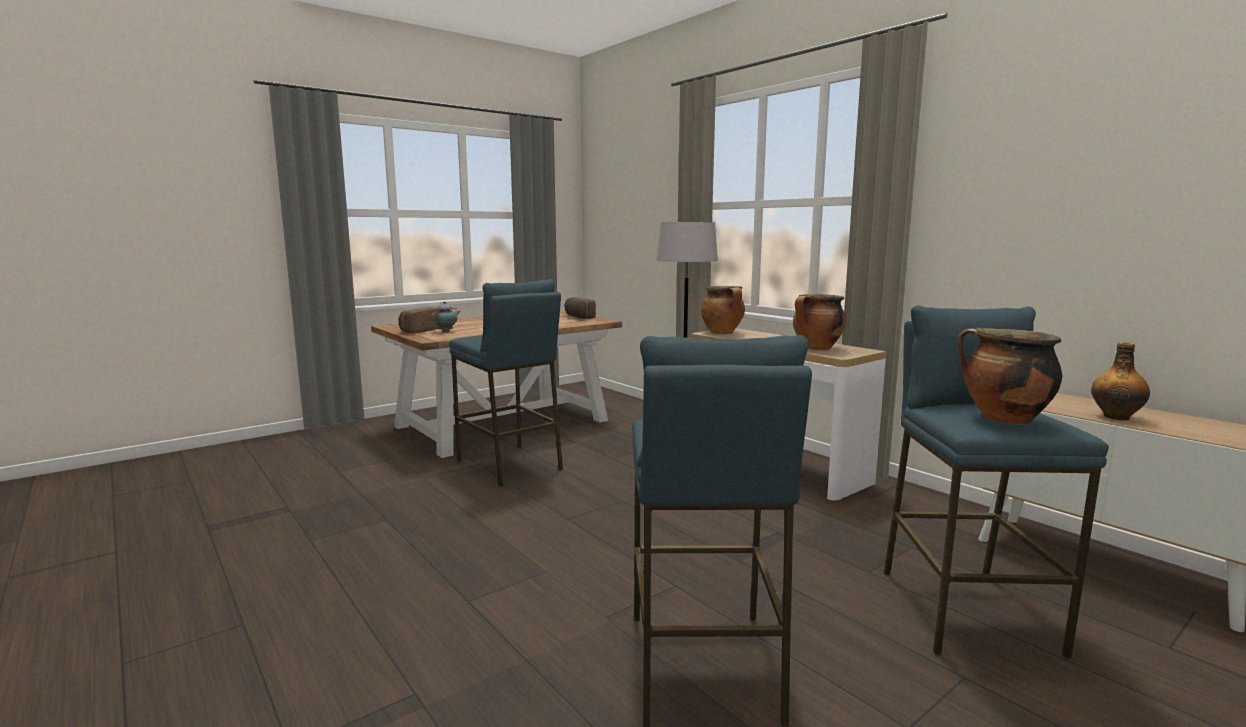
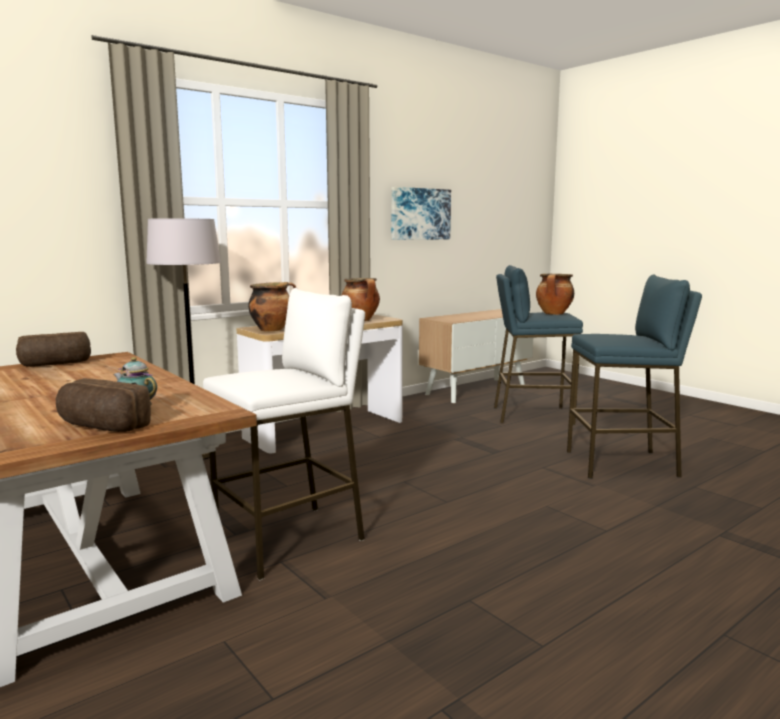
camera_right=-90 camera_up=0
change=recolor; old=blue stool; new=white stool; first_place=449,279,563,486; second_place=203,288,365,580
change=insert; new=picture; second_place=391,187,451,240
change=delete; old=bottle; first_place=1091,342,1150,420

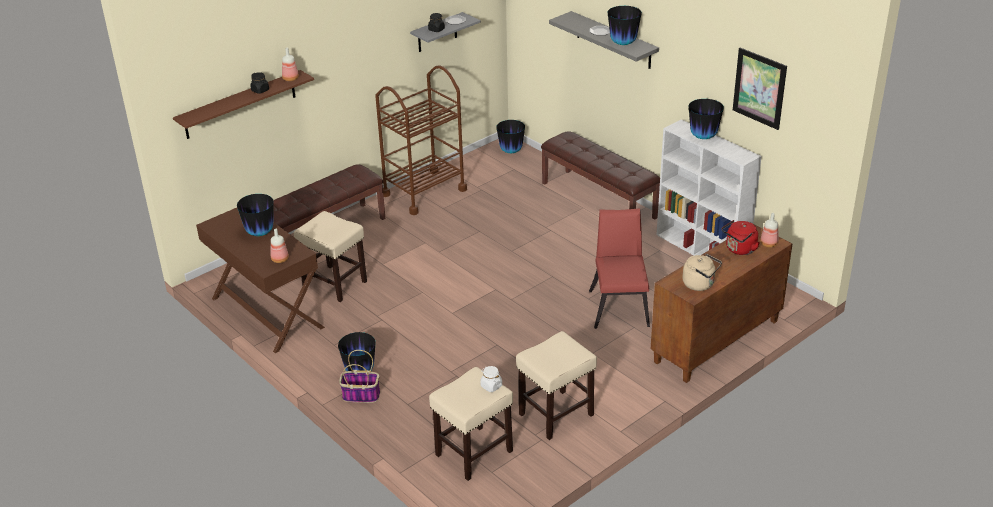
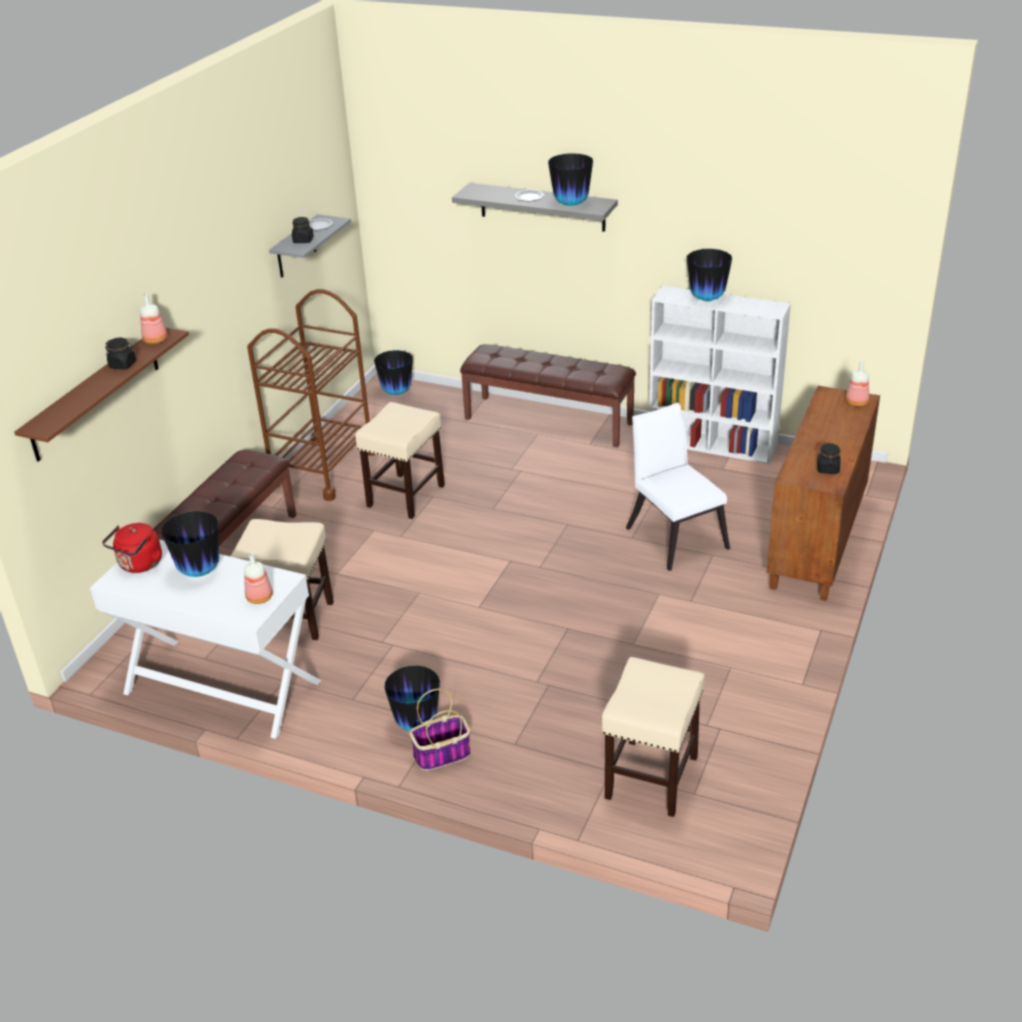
camera_right=-25 camera_up=0
change=recolor; old=brown desk; new=white desk; first_place=196,208,325,353; second_place=90,539,321,739
change=move; old=red kettle; first_place=722,220,760,255; second_place=102,523,162,573
change=move; old=beige stool; first_place=516,331,597,440; second_place=355,402,445,519
change=recolor; old=red chair; new=white chair; first_place=589,208,650,329; second_place=626,403,730,571
change=replace; old=beige kettle; new=black jar; first_place=682,254,722,291; second_place=817,443,841,474
change=delete; old=white jar; first_place=480,366,502,392
change=delete; old=picture; first_place=733,48,787,130

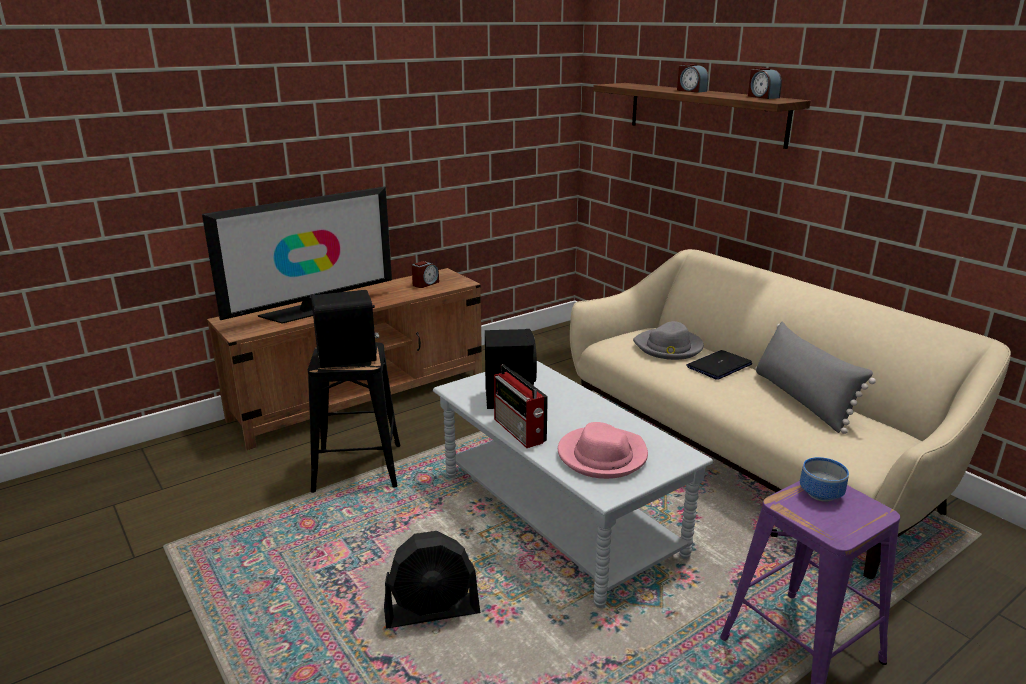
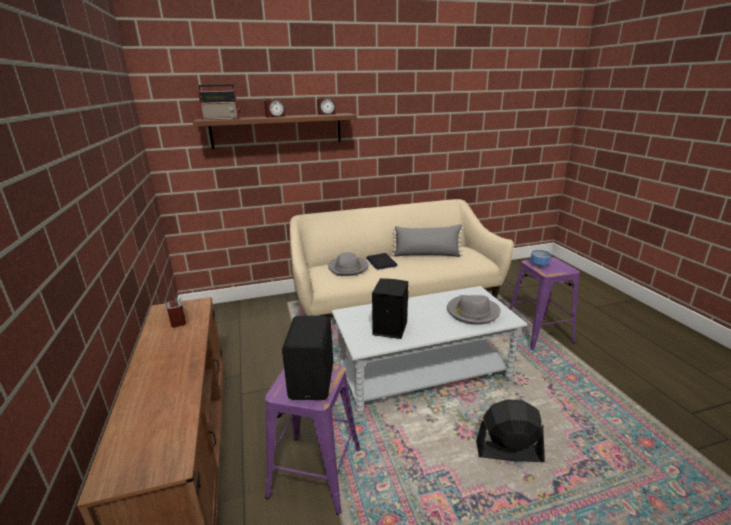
camera_right=-70 camera_up=0
change=move; old=radio; first_place=494,364,548,448; second_place=198,84,239,120
change=recolor; old=black stool; new=purple stool; first_place=308,342,400,493; second_place=265,364,360,515
change=recolor; old=pink hat; new=grey hat; first_place=558,422,648,479; second_place=447,295,501,325
change=rotate; old=black fan; first_place=384,531,480,629; second_place=476,399,545,462; degrees=-90
change=delete; old=television; first_place=202,187,392,324

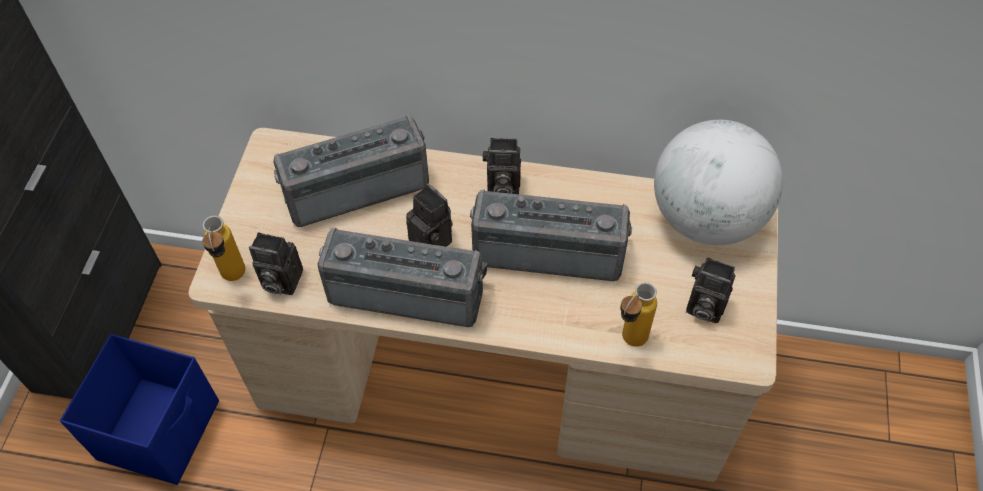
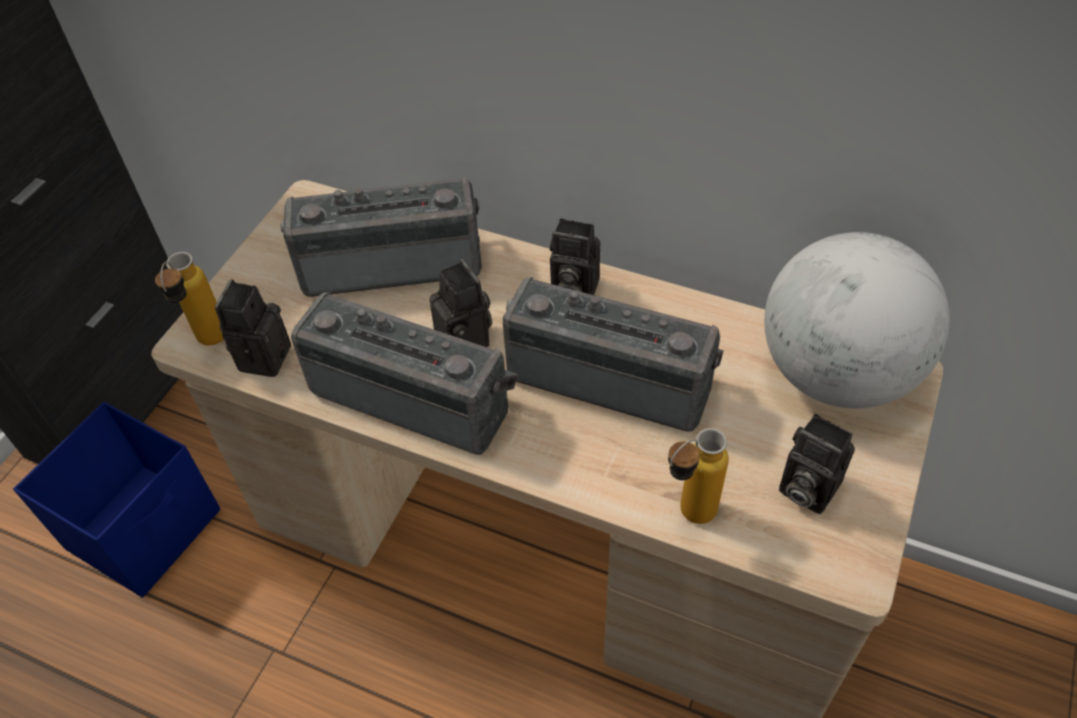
camera_right=15 camera_up=-5
change=rotate; old=photo camera; first_place=249,232,303,295; second_place=215,279,291,377; degrees=75

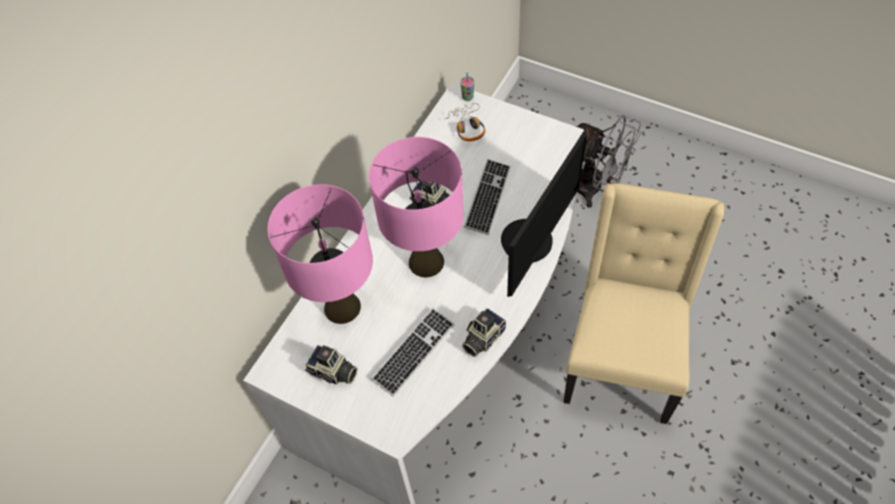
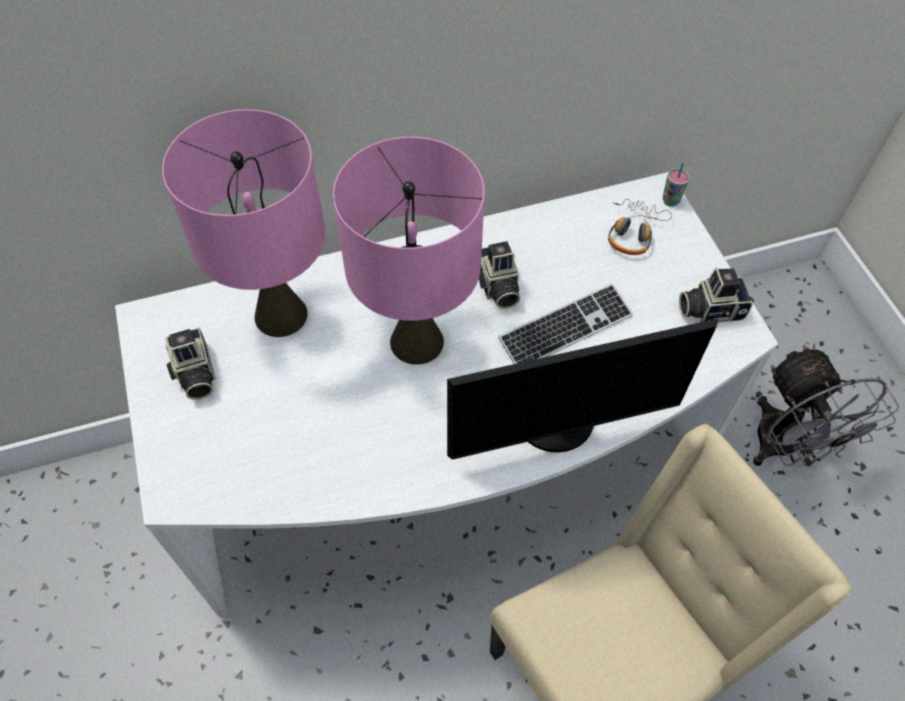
camera_right=40 camera_up=0
change=move; old=photo camera; first_place=462,308,506,357; second_place=679,267,753,323
change=delete; old=keyboard; first_place=371,308,455,397

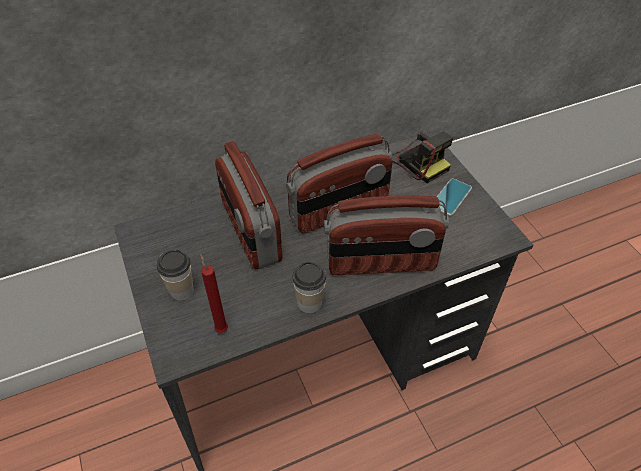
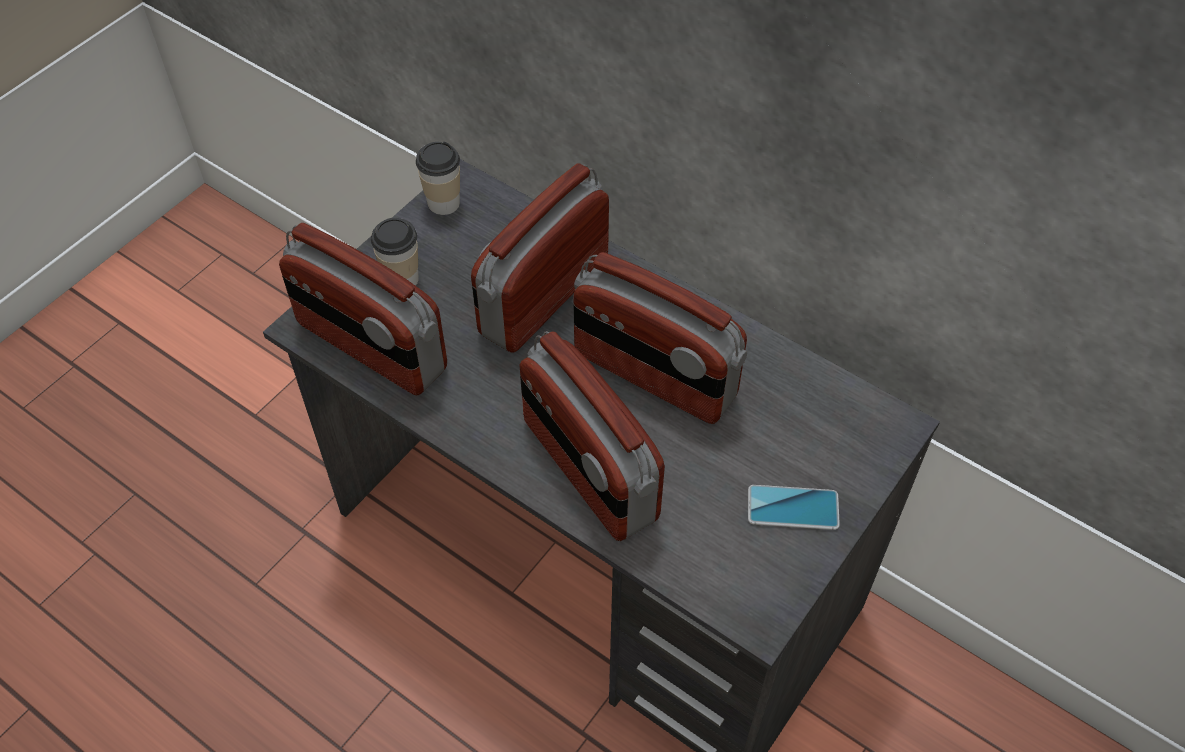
camera_right=60 camera_up=5
change=replace; old=red candle; new=radio; first_place=200,253,228,333; second_place=279,223,447,396
change=move; old=cup; first_place=292,262,326,313; second_place=416,142,460,215
change=delete; old=photo camera; first_place=392,131,453,183

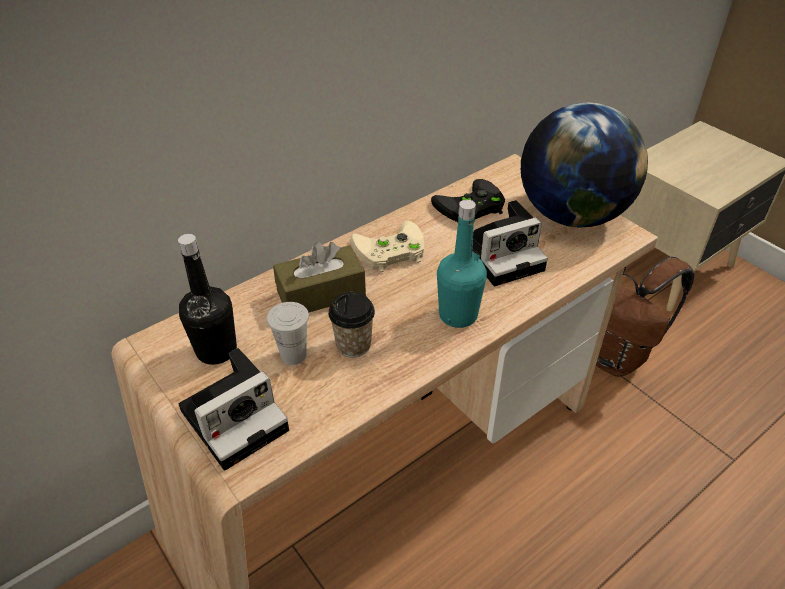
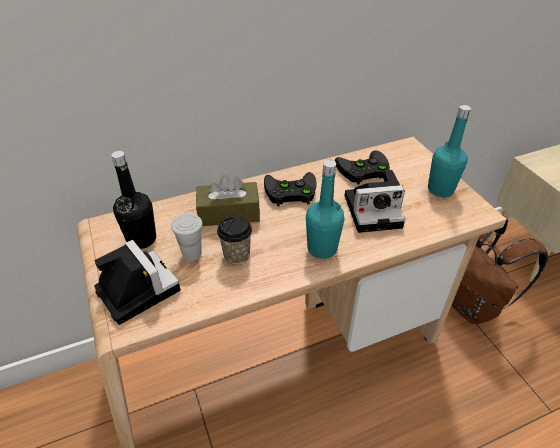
camera_right=15 camera_up=0
change=rotate; old=photo camera; first_place=178,348,289,470; second_place=94,240,180,325; degrees=-105
change=recolor; old=beige game controller; new=black game controller; first_place=350,221,424,272; second_place=264,172,317,206
change=replace; old=globe; new=turquoise bottle; first_place=521,103,648,228; second_place=428,105,471,197

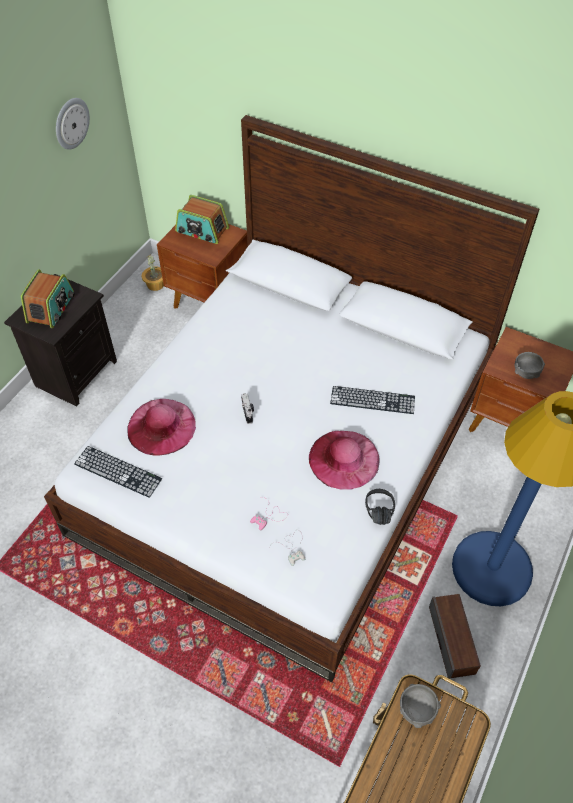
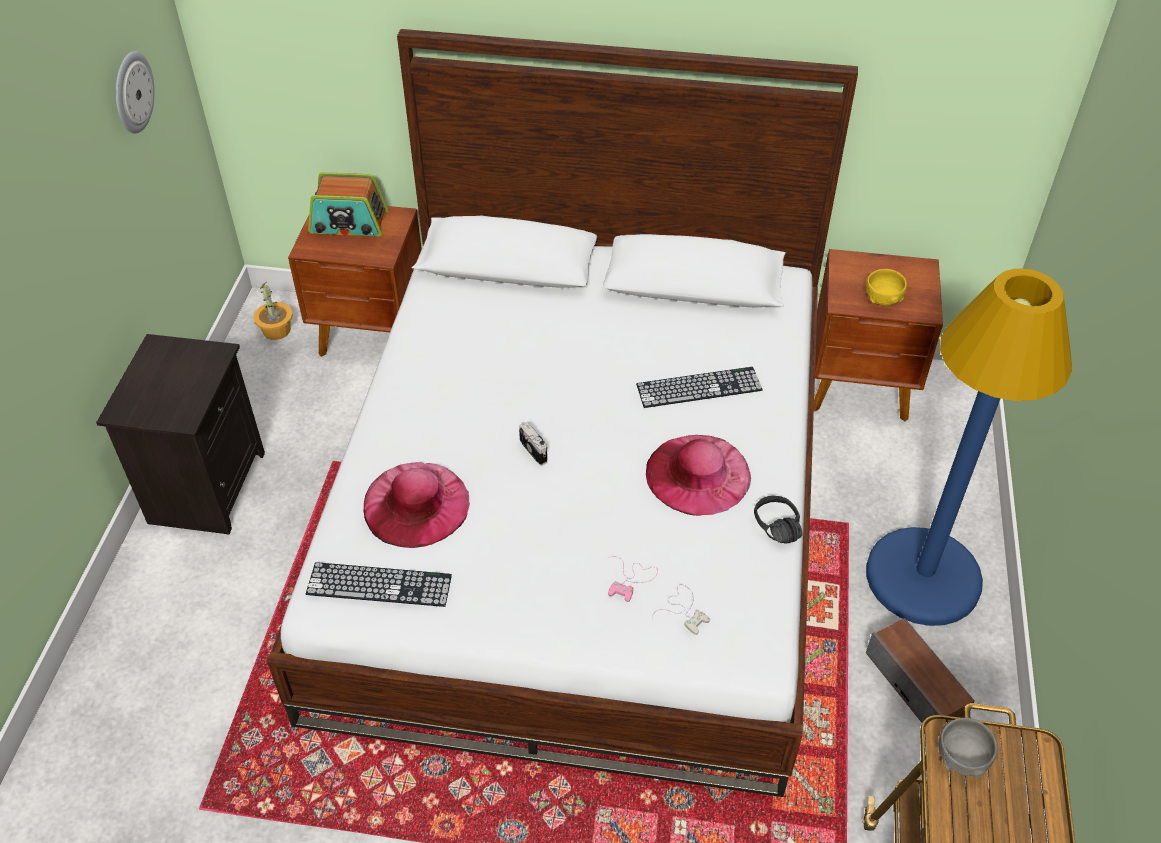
camera_right=-20 camera_up=-5
change=recolor; old=grey bowl; new=yellow bowl; first_place=515,352,545,379; second_place=866,269,907,306
change=delete; old=radio; first_place=21,269,75,329

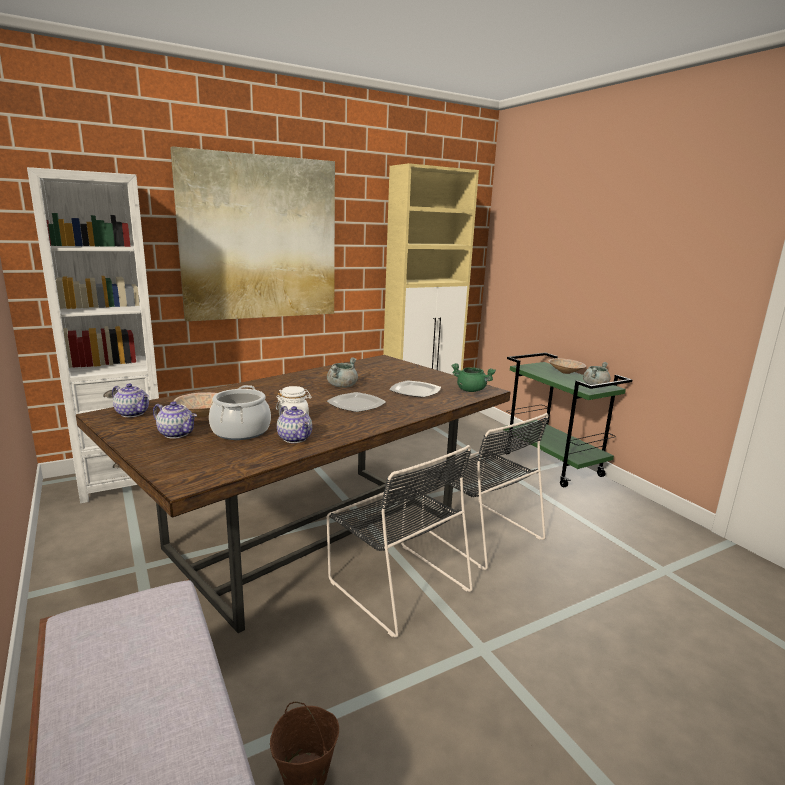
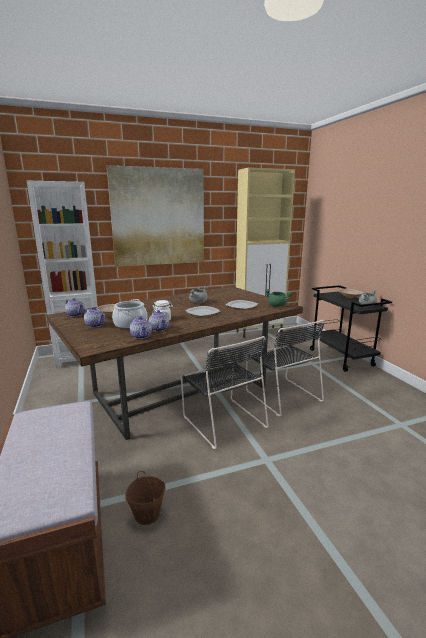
camera_right=10 camera_up=0
change=insert; new=teapot; second_place=130,316,152,339
change=recolor; old=green cart; new=black cart; first_place=503,352,632,487; second_place=310,285,392,372

